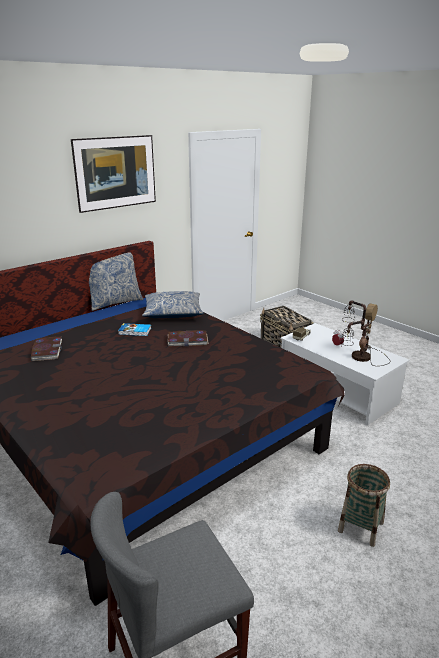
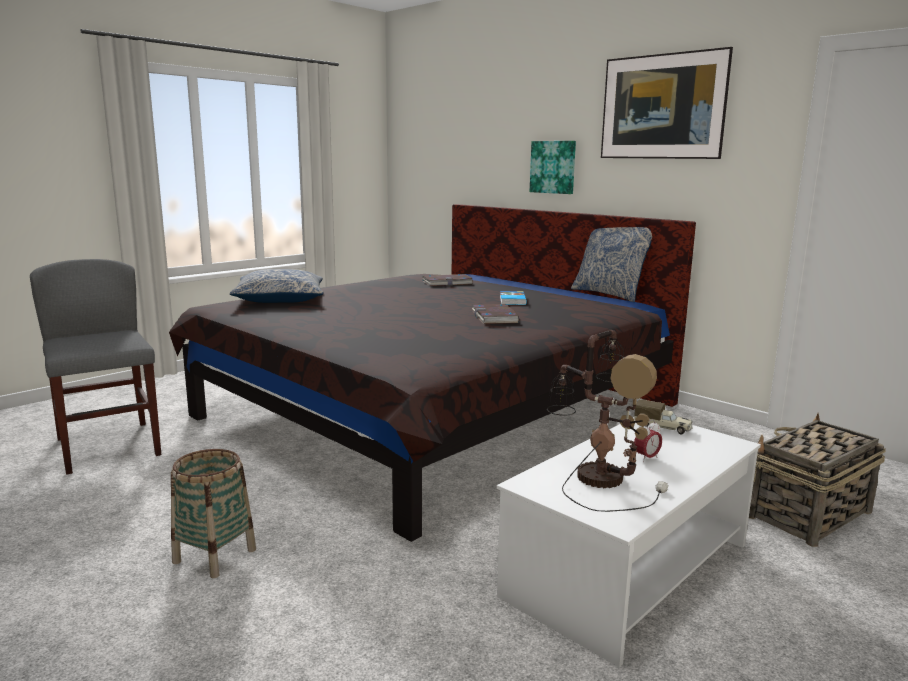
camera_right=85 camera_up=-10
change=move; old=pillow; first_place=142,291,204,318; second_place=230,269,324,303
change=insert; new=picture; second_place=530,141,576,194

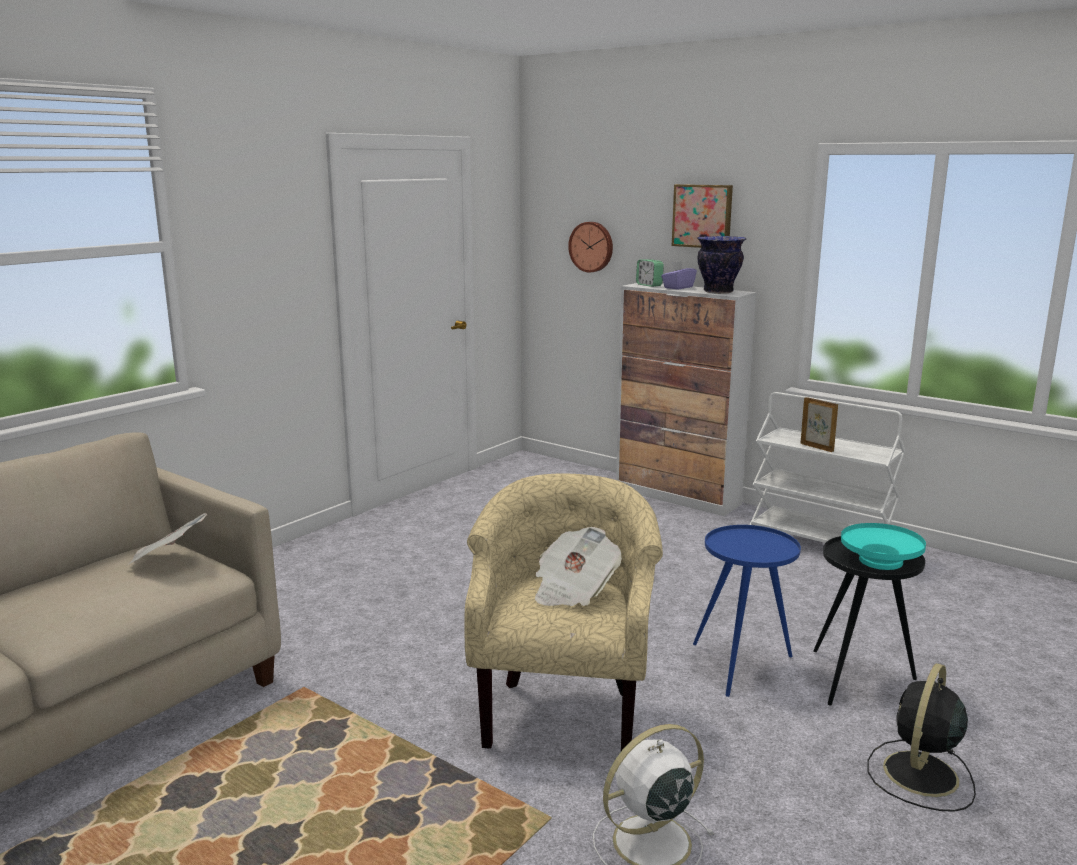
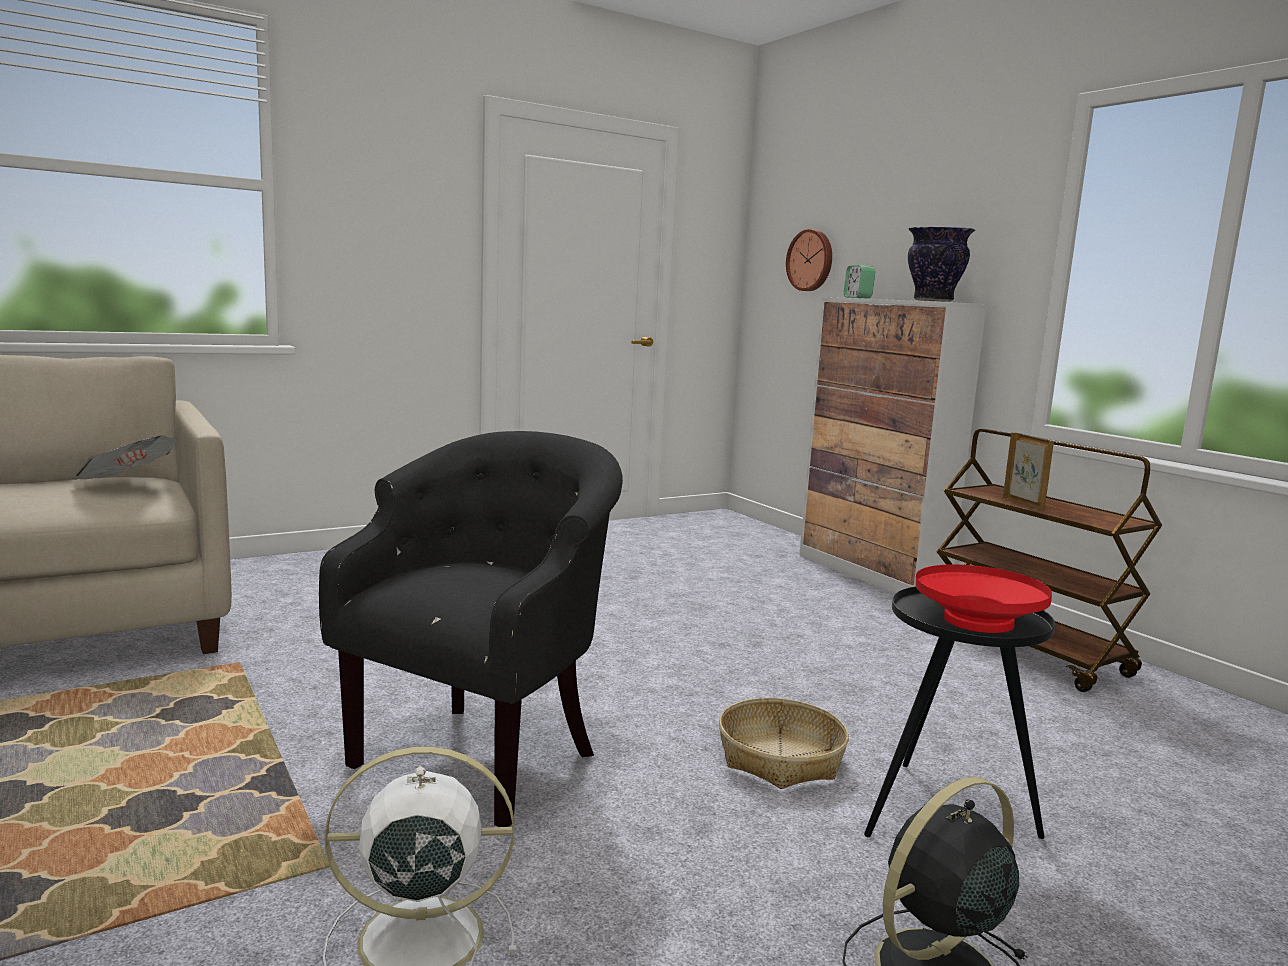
camera_right=20 camera_up=-5
change=recolor; old=beige armchair; new=black armchair; first_place=465,474,663,751; second_place=319,431,623,827
change=replace; old=blue side table; new=basket; first_place=693,525,801,697; second_place=719,698,849,789
change=recolor; old=turquoise bowl; new=red bowl; first_place=841,523,926,570; second_place=916,564,1052,633
change=recolor; old=white cart; new=brown cart; first_place=750,392,906,543; second_place=936,429,1162,692
change=delete; old=newspaper; first_place=535,527,622,606
change=delete; old=purple tissue box; first_place=661,261,697,289
change=delete; old=picture; first_place=672,184,733,248

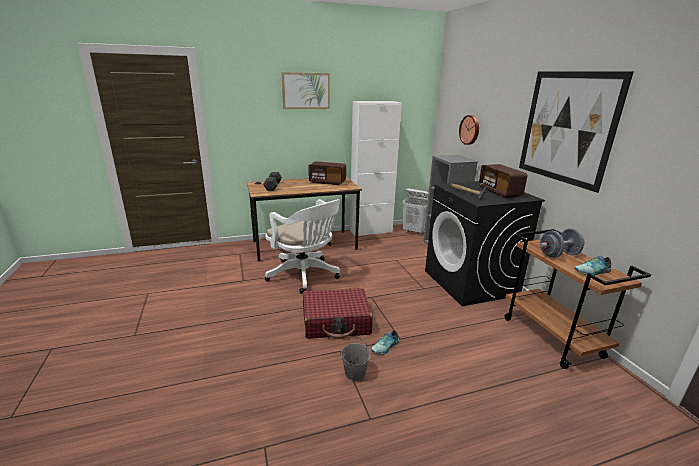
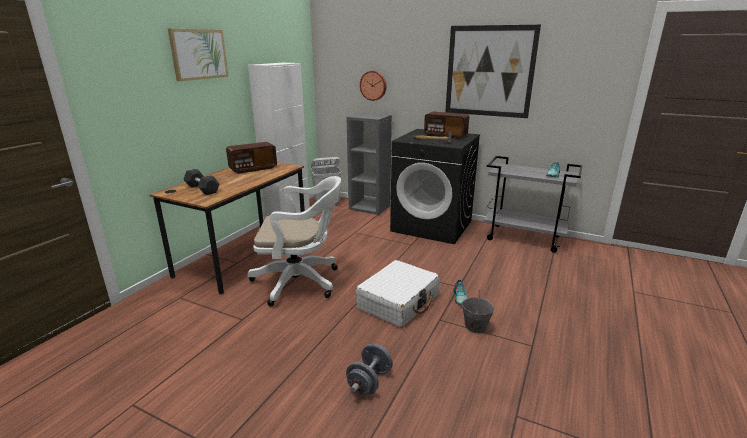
camera_right=-45 camera_up=0
change=move; old=grey dumbbell; first_place=540,228,584,258; second_place=346,344,393,395
change=recolor; old=red suitcase; new=white suitcase; first_place=303,288,373,339; second_place=356,260,439,328
change=recolor; old=brown cart; new=grey cart; first_place=504,229,651,369; second_place=483,156,583,253

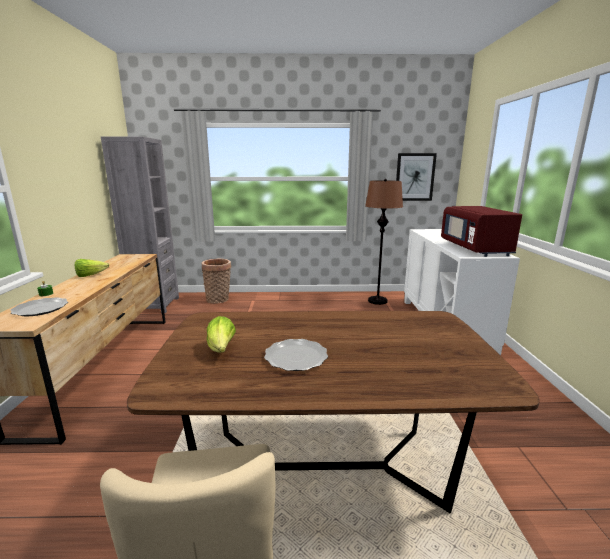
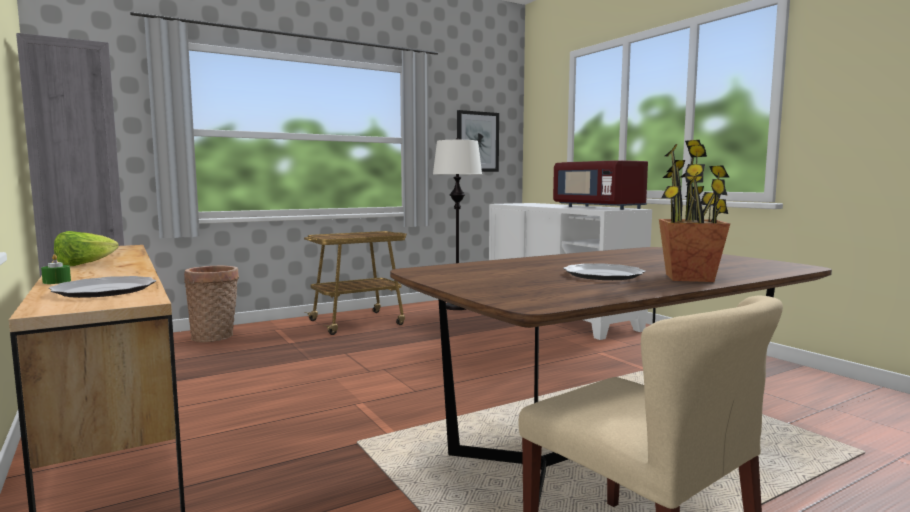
camera_right=-30 camera_up=-10
change=insert; new=cart; second_place=304,231,407,335
change=recolor; old=brown floor lamp; new=white floor lamp; first_place=365,179,403,305; second_place=433,138,482,310
change=insert; new=potted plant; second_place=659,140,730,282
change=delete; old=lettuce; first_place=207,316,236,353

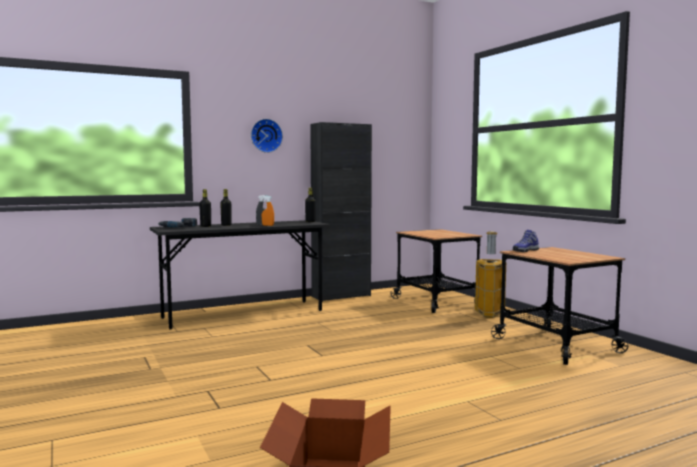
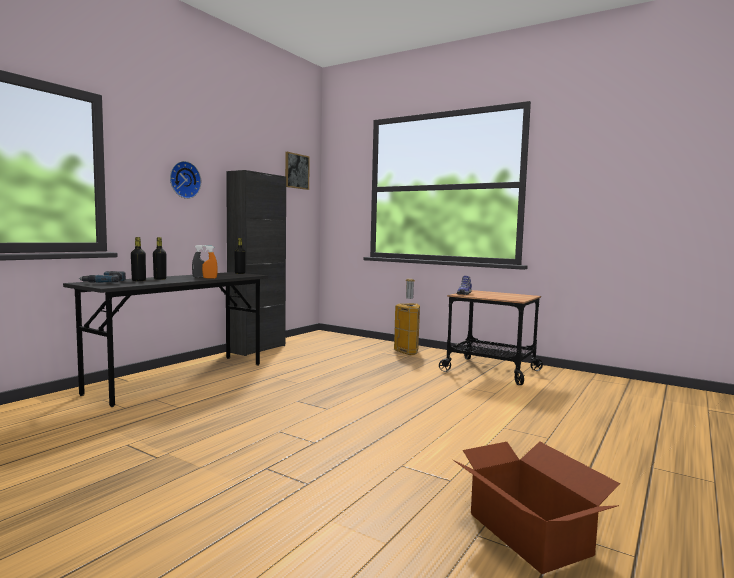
camera_right=-30 camera_up=0
change=insert; new=picture; second_place=285,152,310,190
change=delete; old=cart; first_place=390,229,482,313

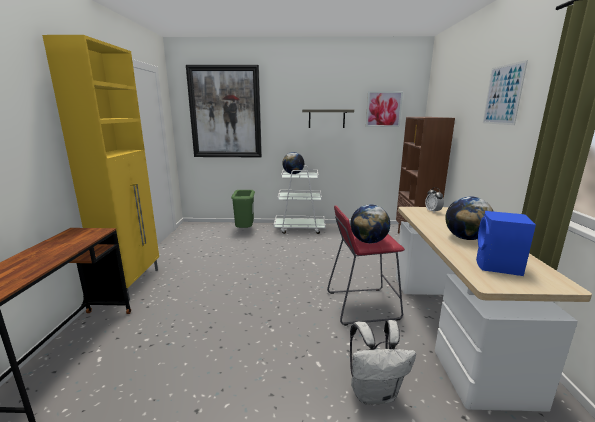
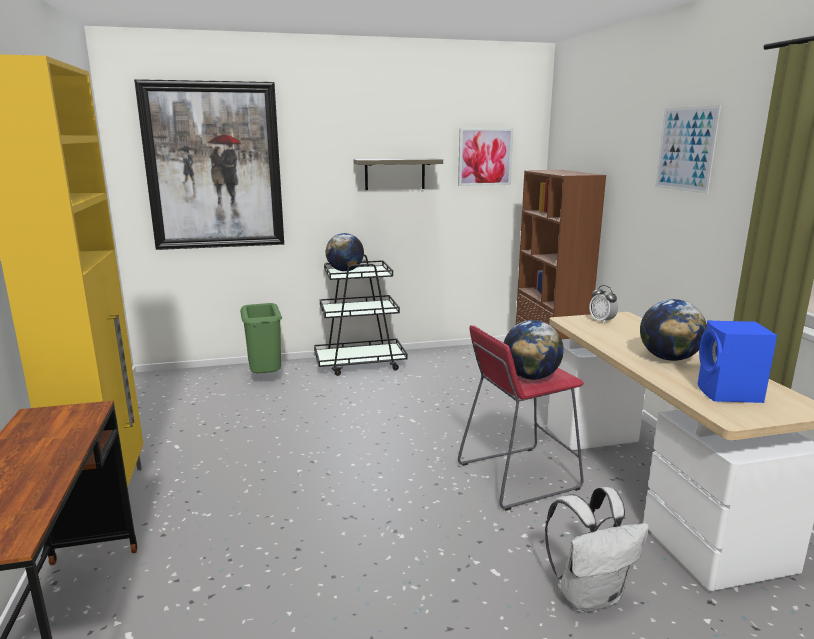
camera_right=-15 camera_up=0
change=recolor; old=white cart; new=black cart; first_place=274,165,326,234; second_place=314,254,407,376

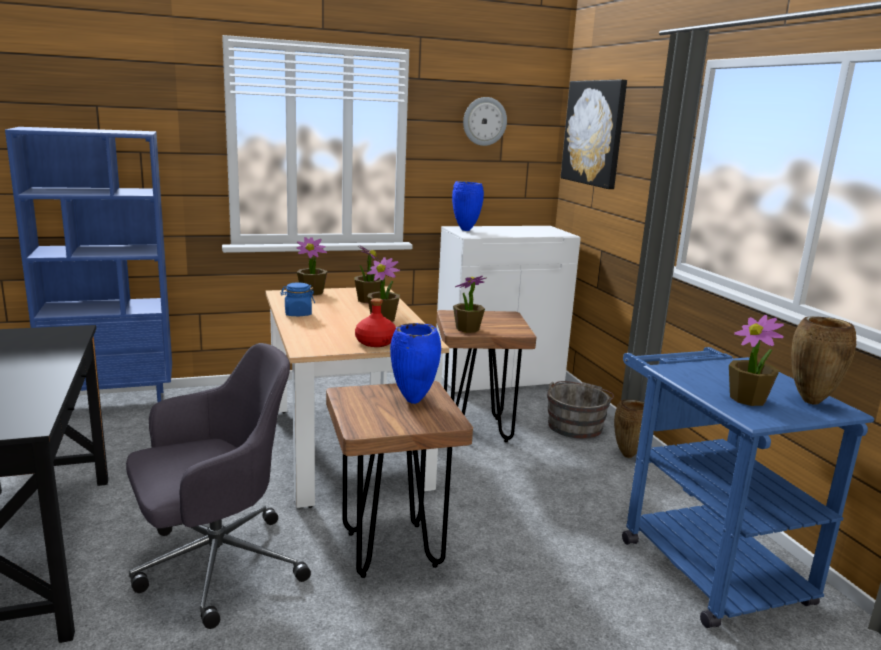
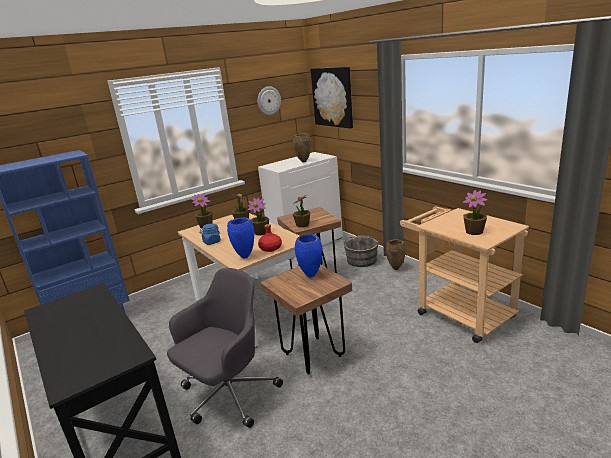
camera_right=-15 camera_up=5
change=move; old=blue vase; first_place=452,181,484,231; second_place=227,217,254,259
change=move; old=brown vase; first_place=791,316,856,405; second_place=293,133,311,162
change=recolor; old=blue cart; new=beige cart; first_place=622,347,874,628; second_place=400,206,529,343

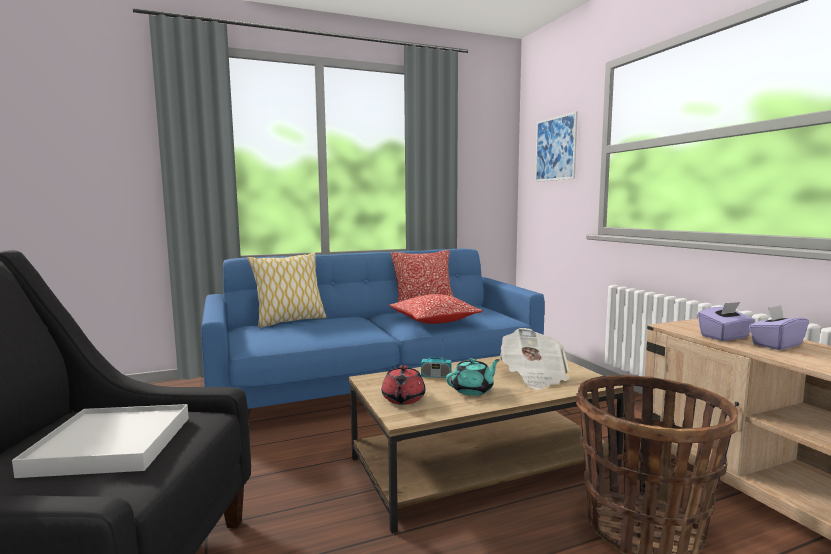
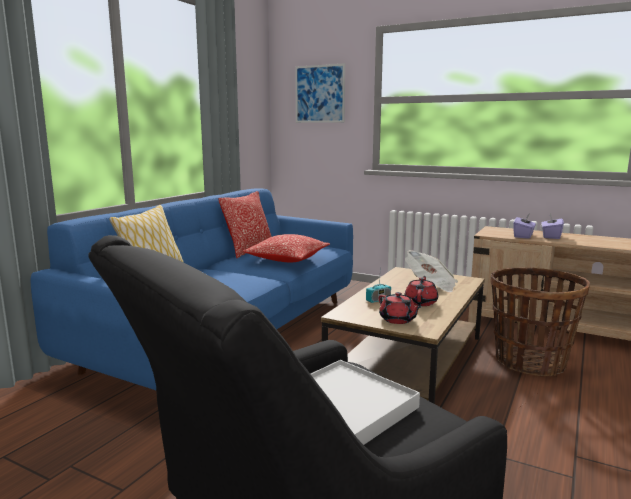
camera_right=-40 camera_up=5
change=recolor; old=turquoise teapot; new=red teapot; first_place=446,358,500,396; second_place=405,276,438,306

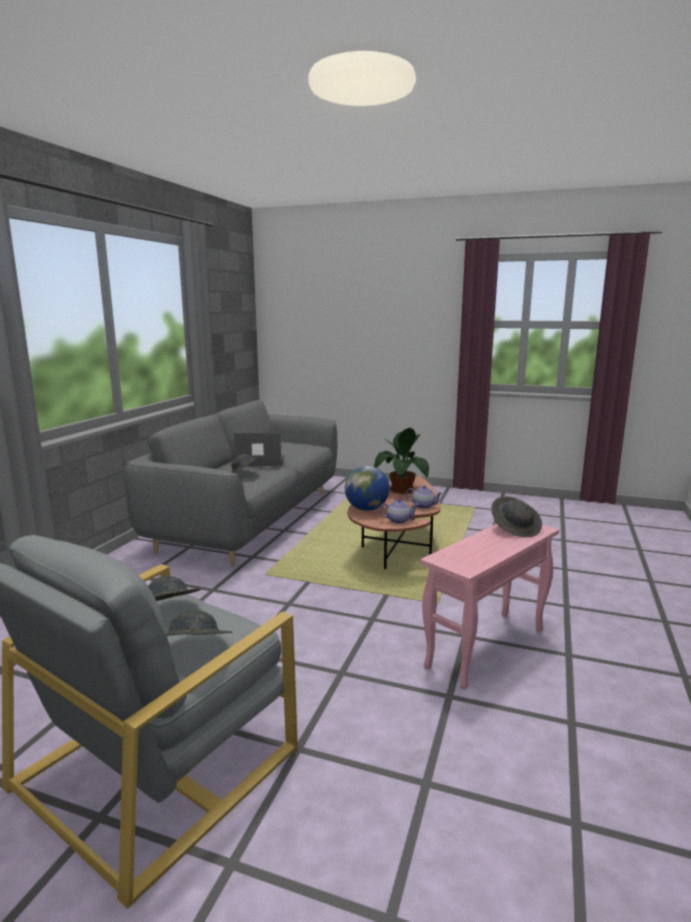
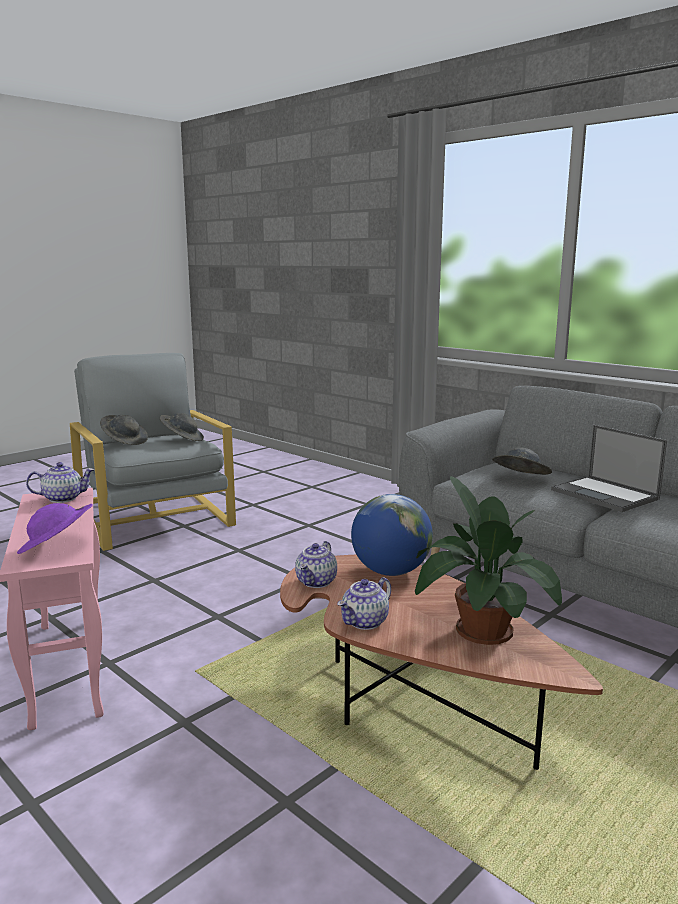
camera_right=115 camera_up=0
change=recolor; old=grey hat; new=purple hat; first_place=492,497,542,537; second_place=17,503,93,554
change=insert; new=teapot; second_place=26,462,95,503
change=rotate; old=laptop; first_place=234,432,285,466; second_place=551,425,667,512; degrees=120

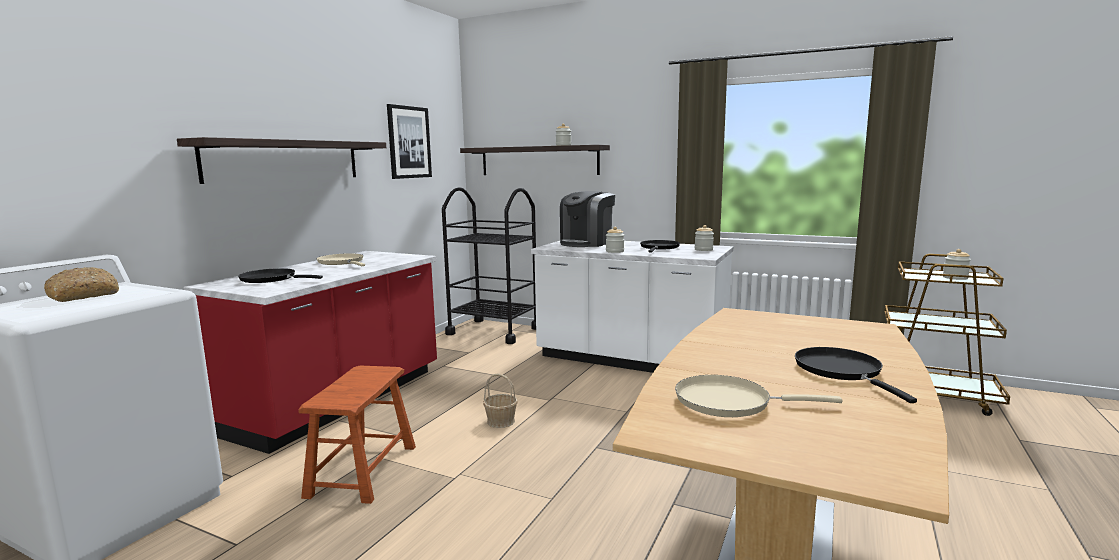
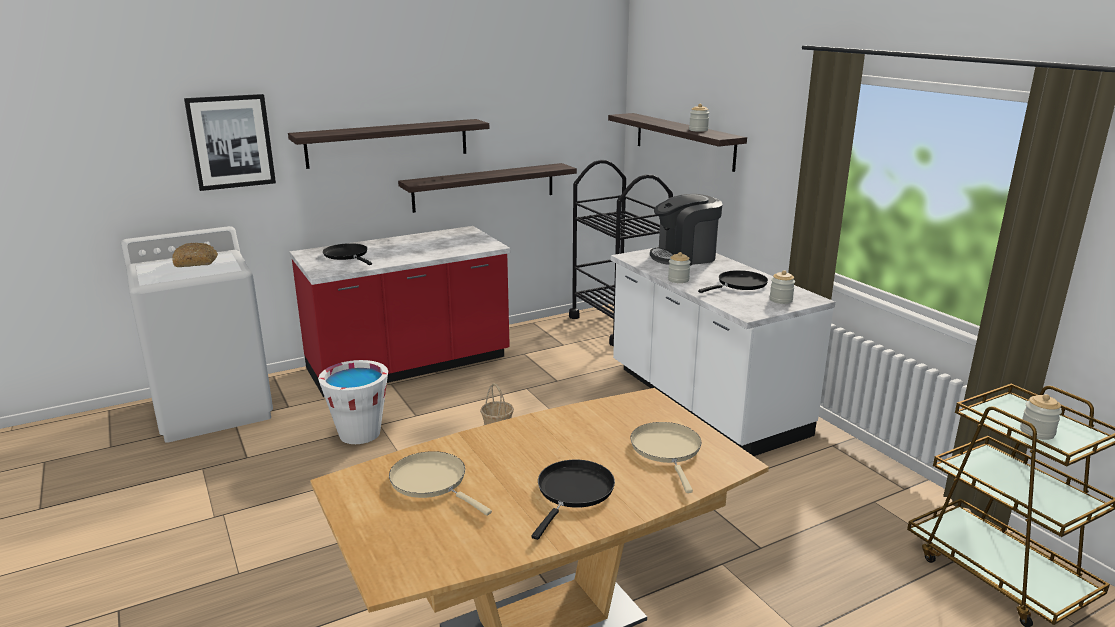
camera_right=35 camera_up=10
change=move; old=picture; first_place=387,104,432,179; second_place=184,94,276,191
change=replace; old=brown stool; new=white bucket; first_place=298,366,416,504; second_place=318,360,388,444
change=insert; new=shelf; second_place=398,163,577,213
change=move; old=beige frying pan; first_place=317,253,365,266; second_place=630,422,702,493

